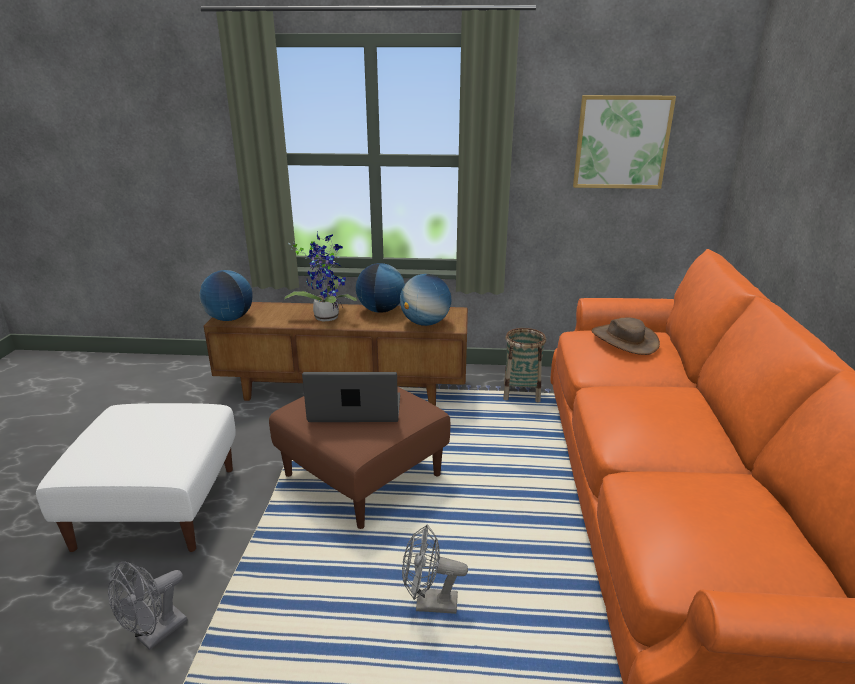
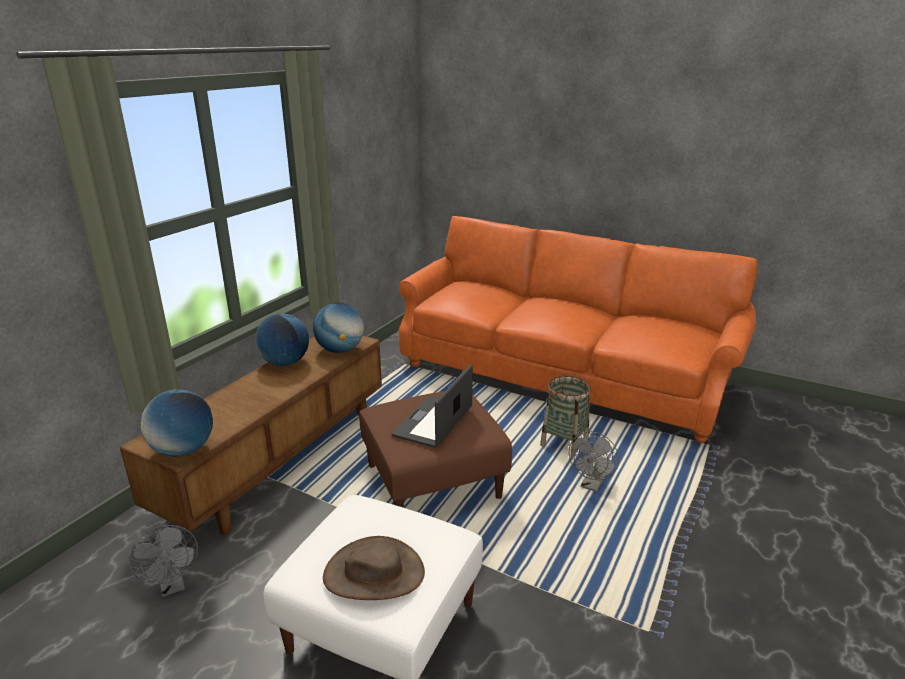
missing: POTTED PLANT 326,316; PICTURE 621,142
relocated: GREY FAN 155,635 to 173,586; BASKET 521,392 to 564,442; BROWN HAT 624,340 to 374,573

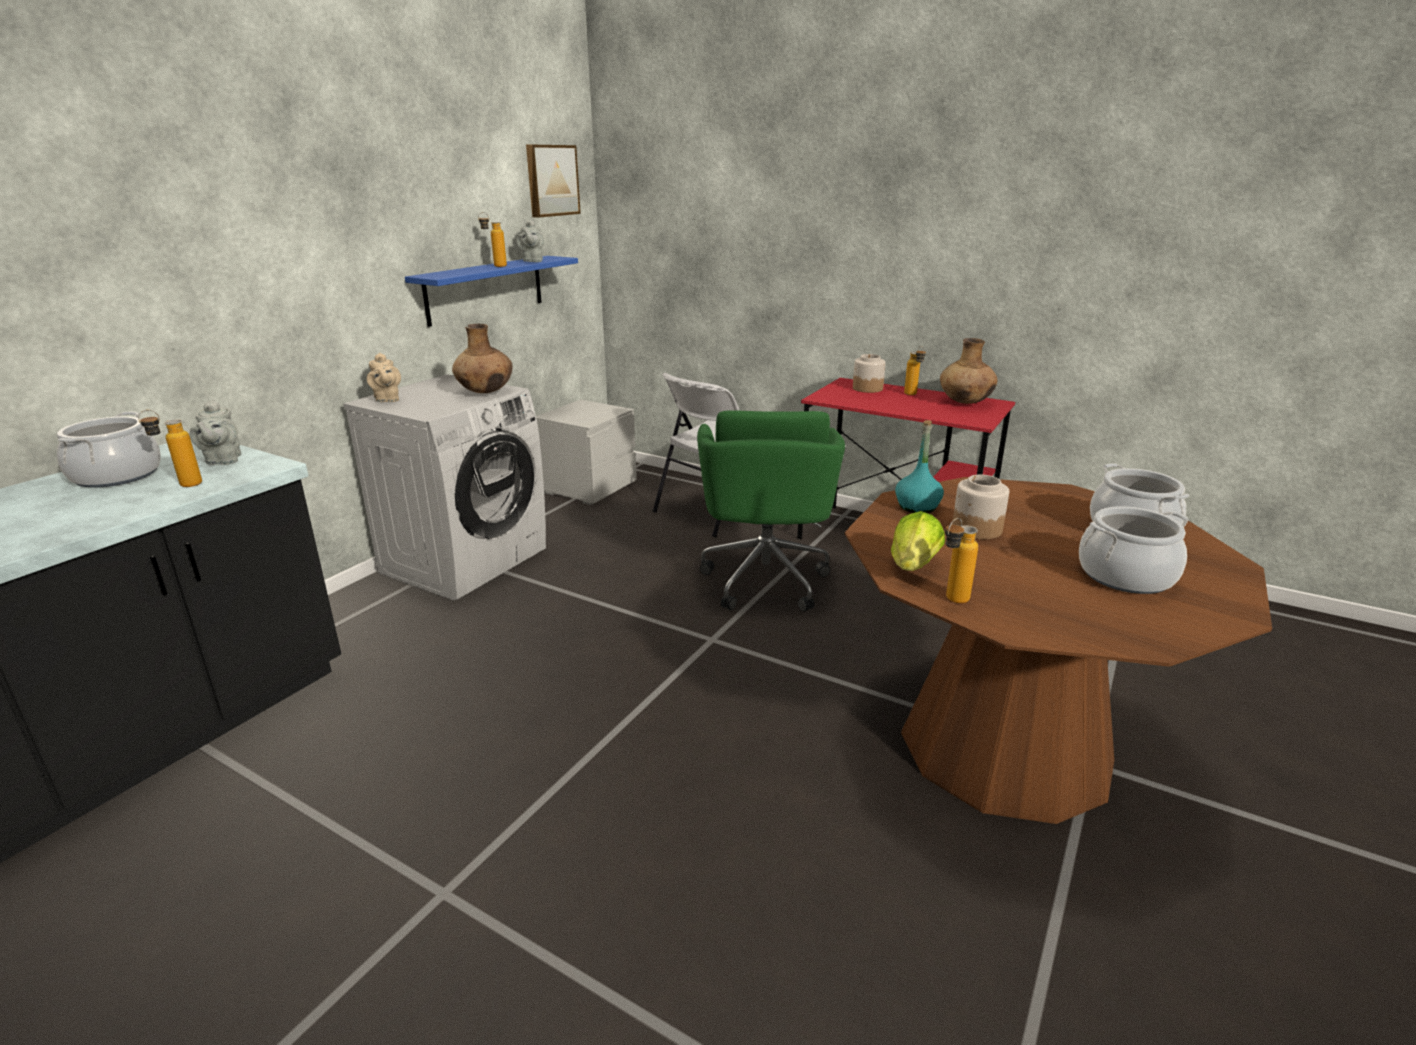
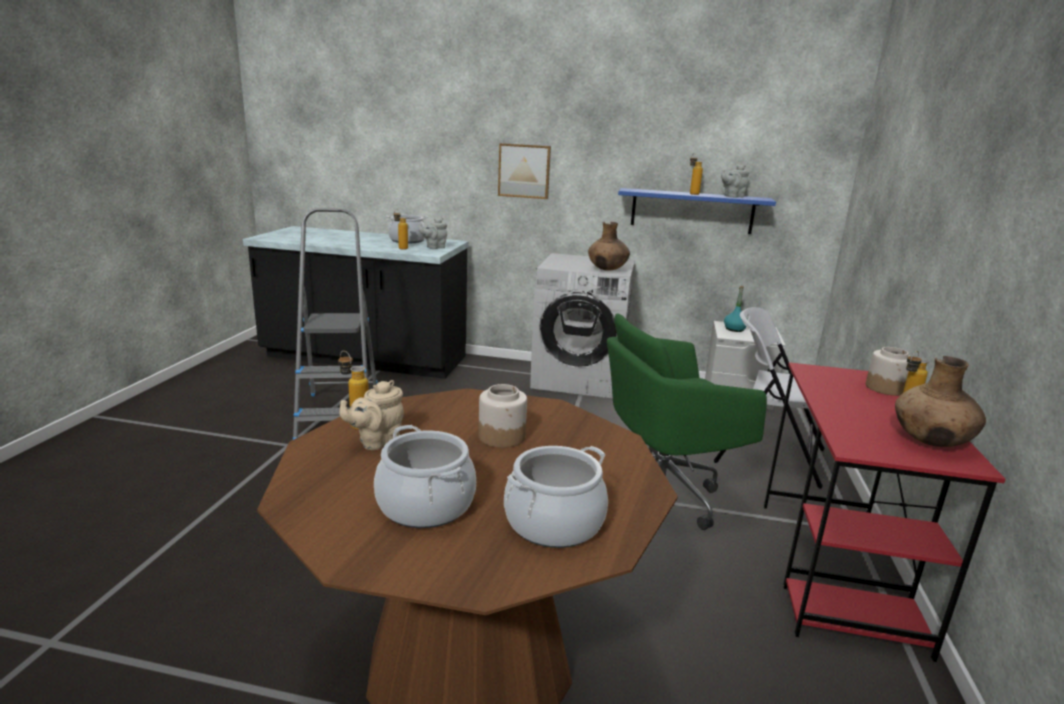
missing: LETTUCE 914,566
appeared: GREY STEP LADDER 339,416
relocated: BEIGE TEAPOT 387,399 to 376,441; PICTURE 551,180 to 524,171; TURQUOISE BOTTLE 917,507 to 734,329

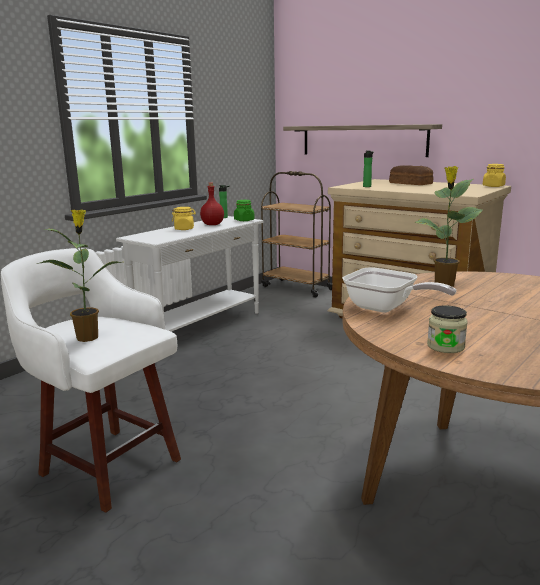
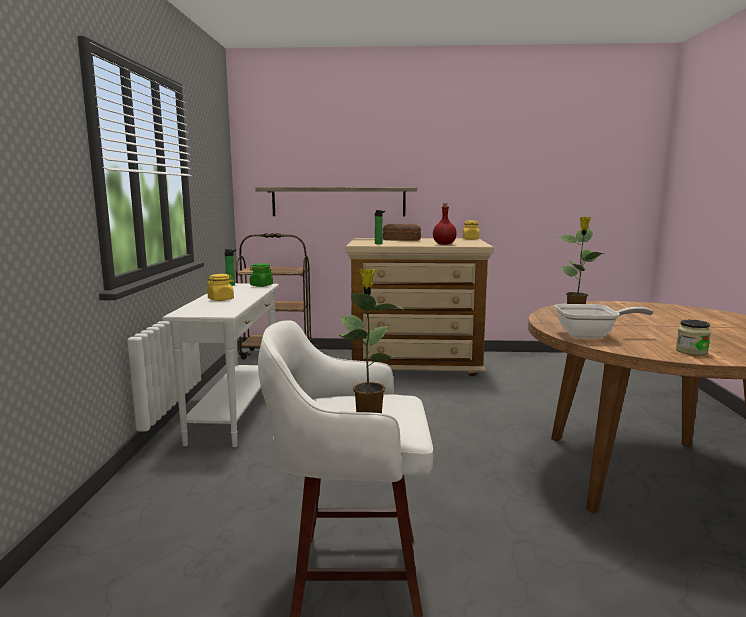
relocated: RED BOTTLE 212,224 to 444,244

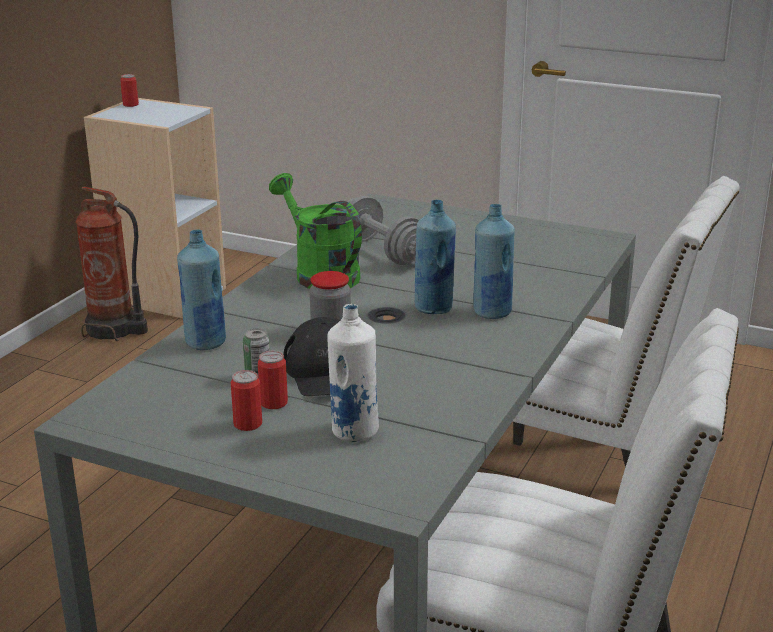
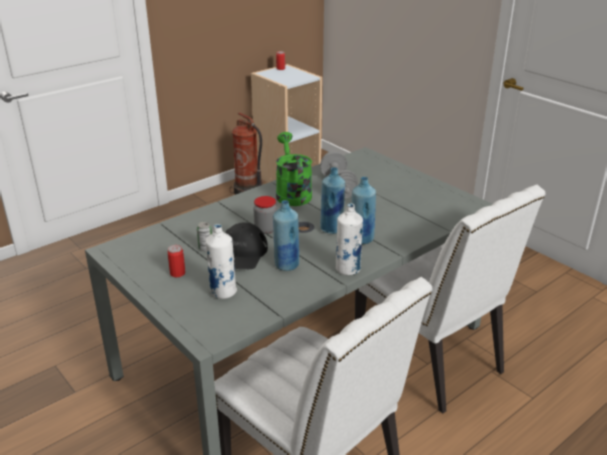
missing: CAN 273,403
appeared: WHITE BOTTLE 348,269
relocated: BLUE BOTTLE 205,343 to 286,265

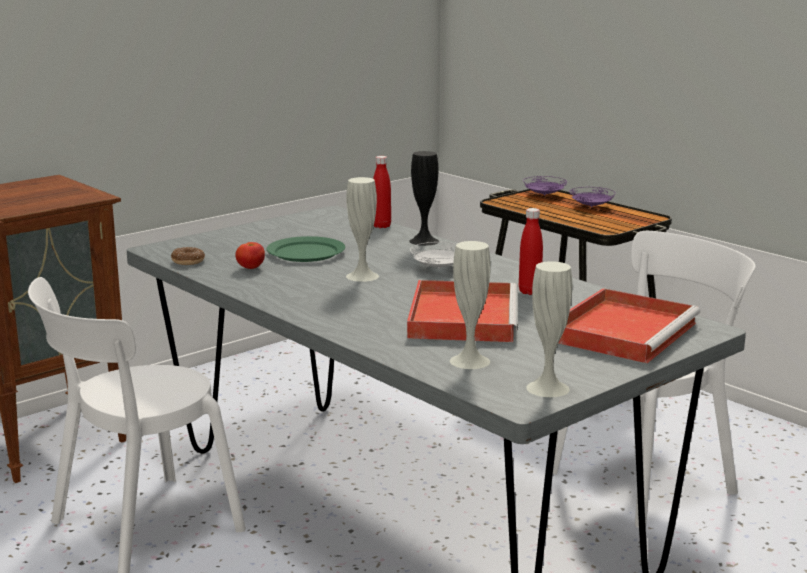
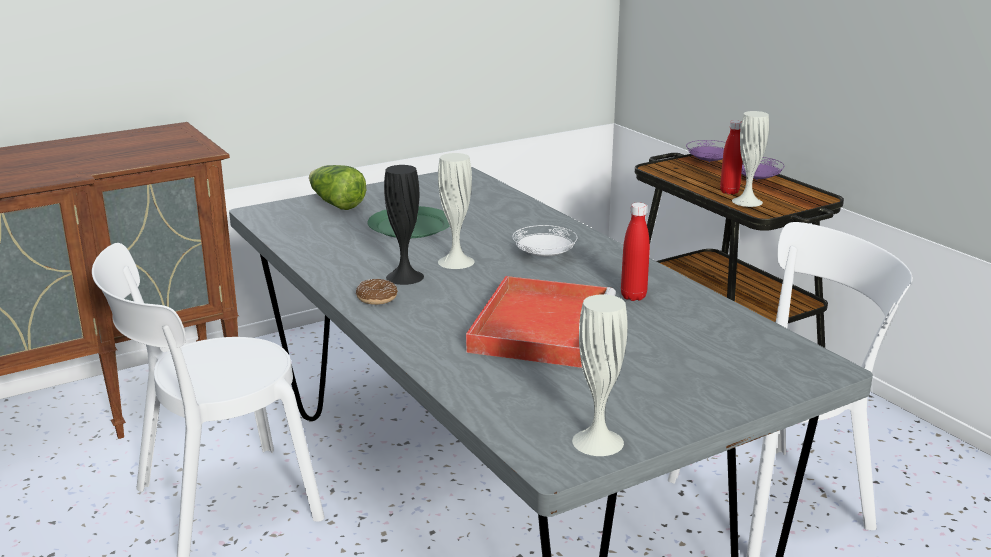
missing: TOMATO 250,268; RED TRAY 623,330
appeared: LETTUCE 336,204
relocated: DONUT 188,261 to 376,298; RED BOTTLE 381,226 to 729,192; BLACK VASE 424,241 to 405,277; WHITE VASE 469,361 to 747,201

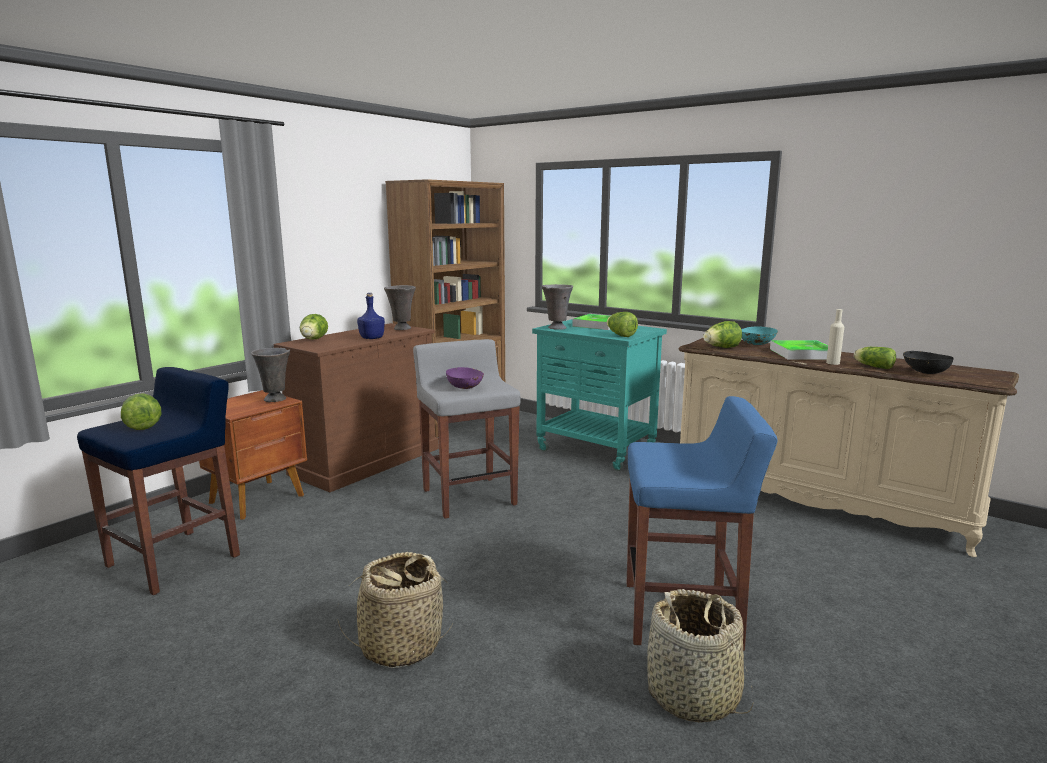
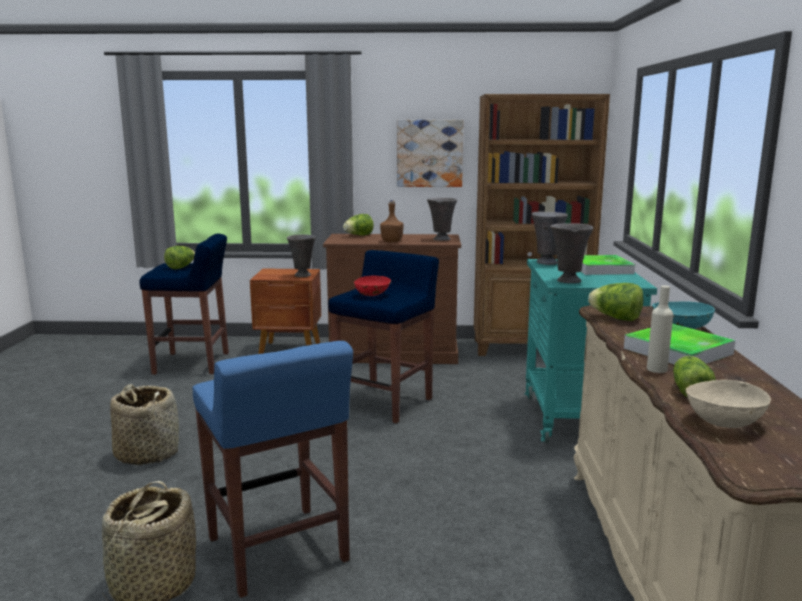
appeared: PICTURE 429,153
exchanged: LETTUCE 620,335 to GREY VASE 567,281
colour: BLUE BOTTLE 372,338 to BROWN BOTTLE 391,241; GREY STOOL 468,496 to BLUE STOOL 385,403; PURPLE BOWL 465,388 to RED BOWL 372,295; BLACK BOWL 924,372 to BEIGE BOWL 723,422

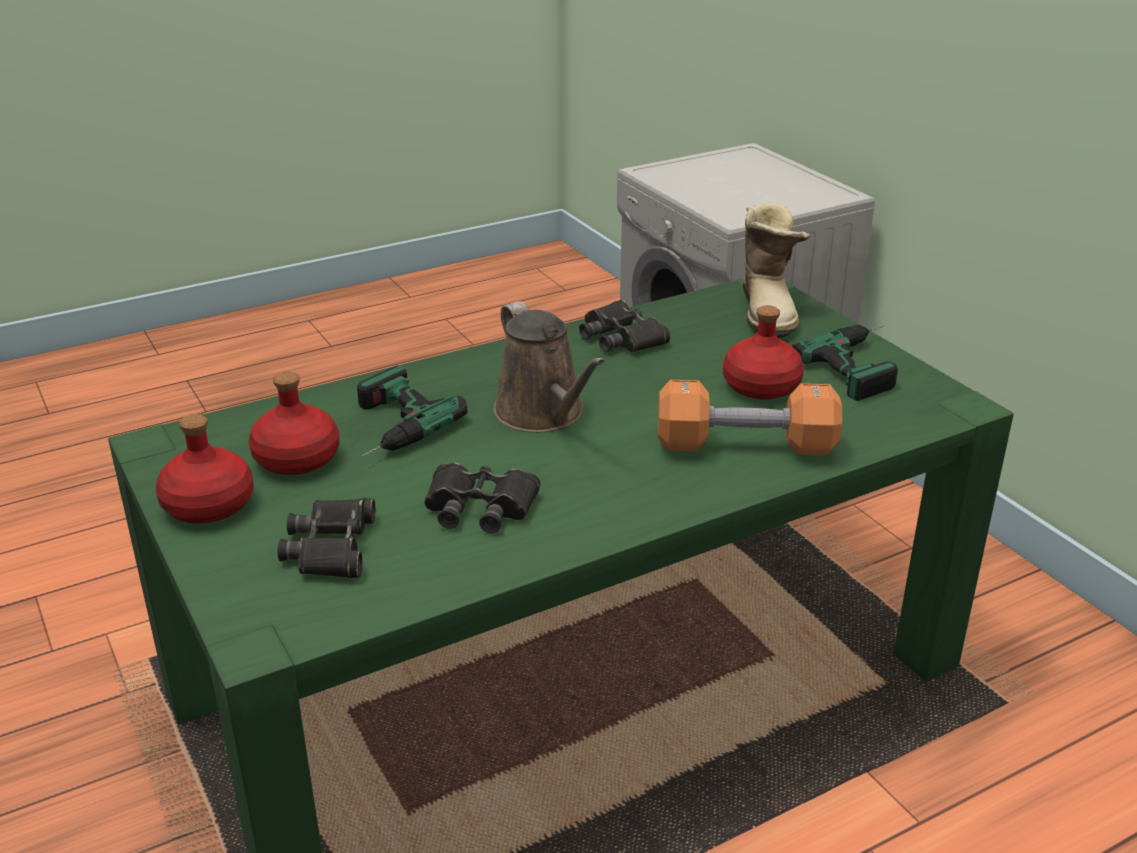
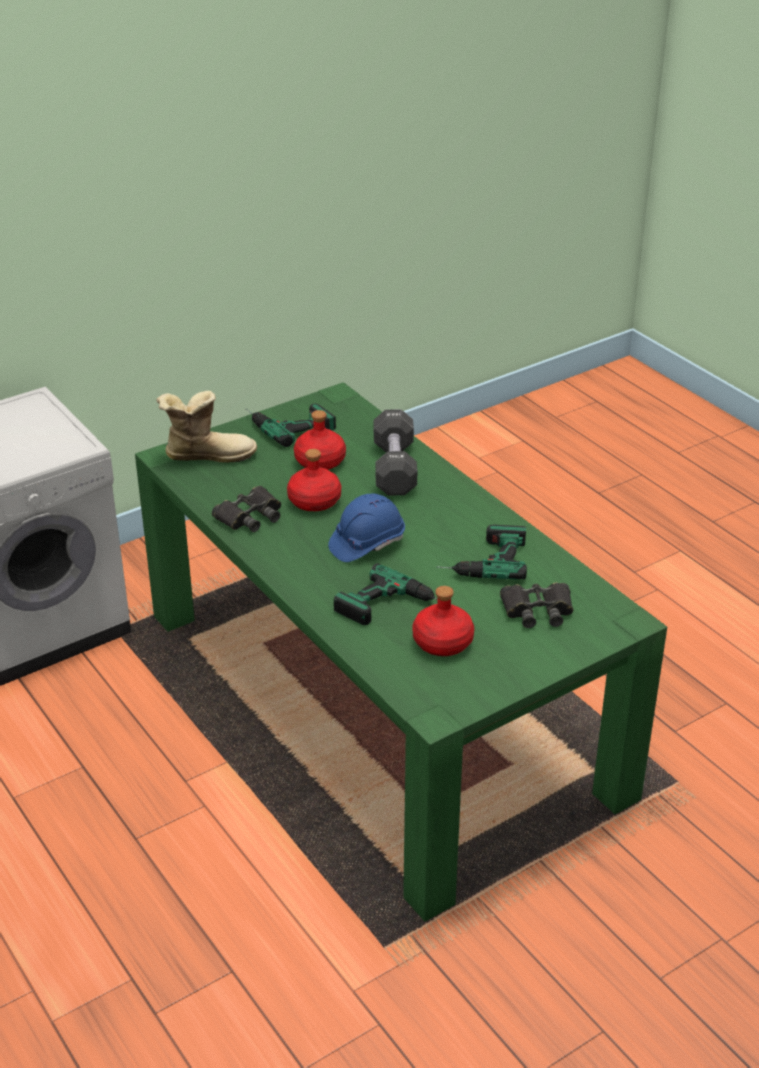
relocated: RED BOTTLE 210,505 to 314,500
exchanged: BLACK BINOCULARS 480,507 to POWER DRILL 481,559; BROWN WATERING CAN 543,414 to BLUE HARD HAT 367,543
colour: ORANGE DUMBBELL 745,445 to BLACK DUMBBELL 394,468

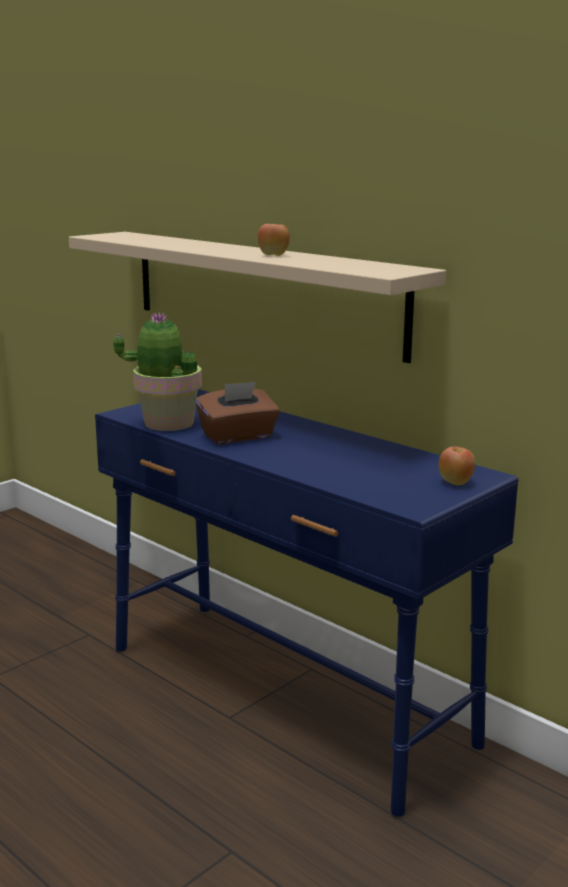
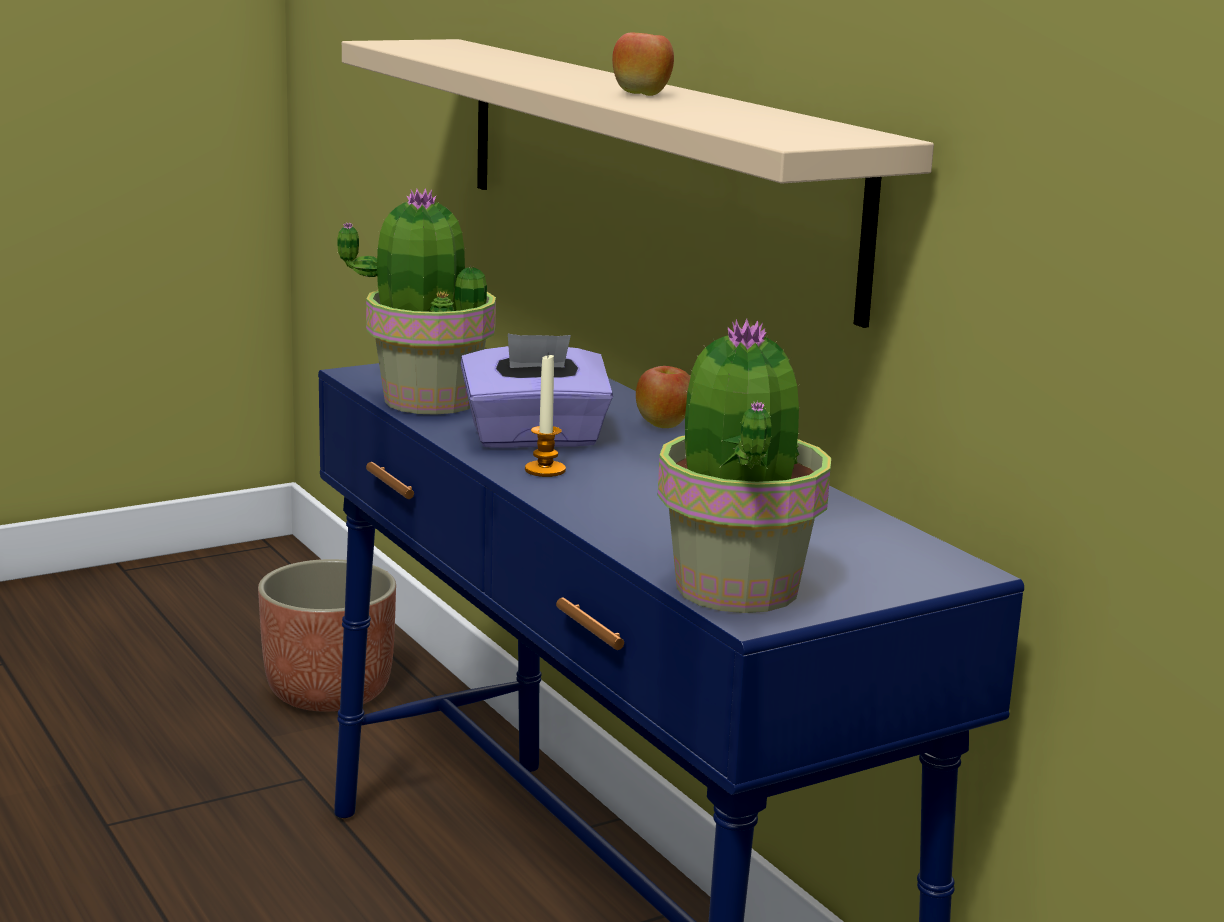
appeared: PLANTER 329,692; CANDLE 545,470; POTTED PLANT 735,590
relocated: APPLE 455,482 to 664,425
colour: BROWN TISSUE BOX 238,436 to PURPLE TISSUE BOX 535,438

